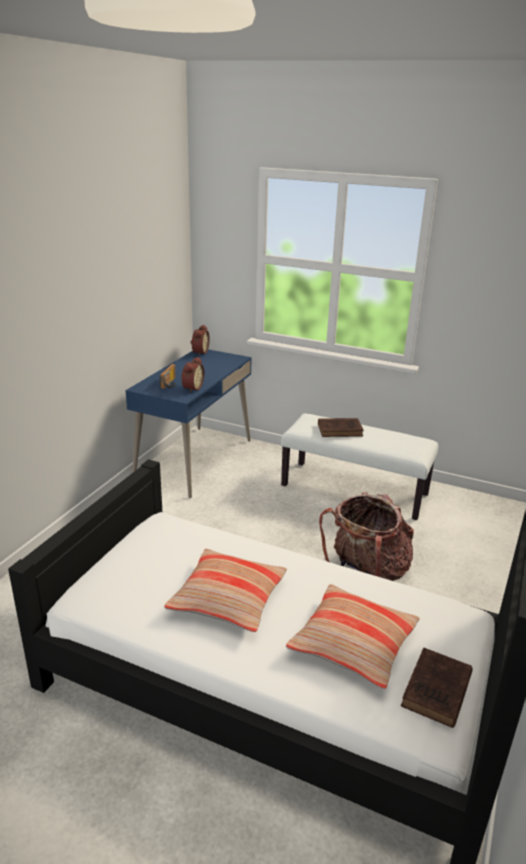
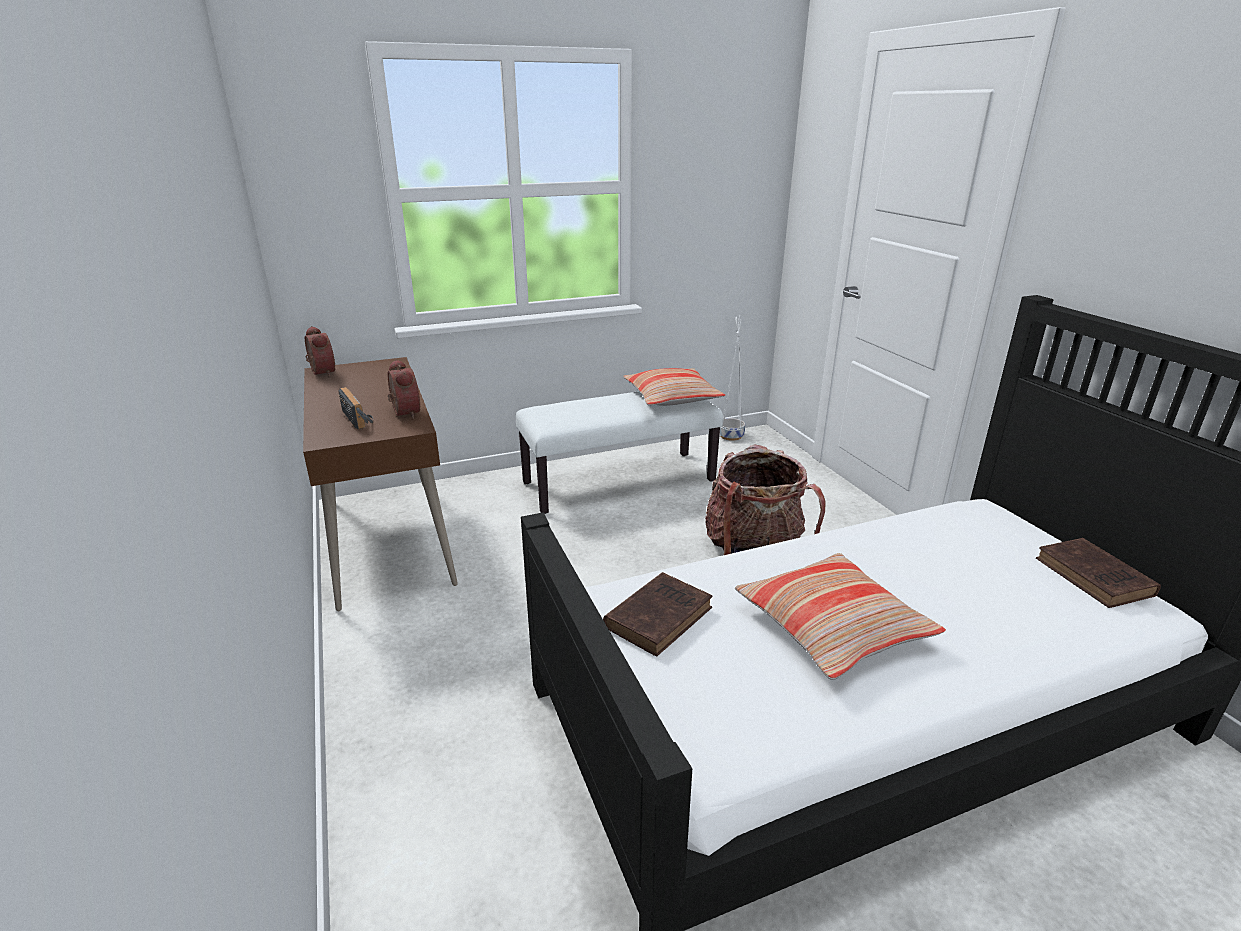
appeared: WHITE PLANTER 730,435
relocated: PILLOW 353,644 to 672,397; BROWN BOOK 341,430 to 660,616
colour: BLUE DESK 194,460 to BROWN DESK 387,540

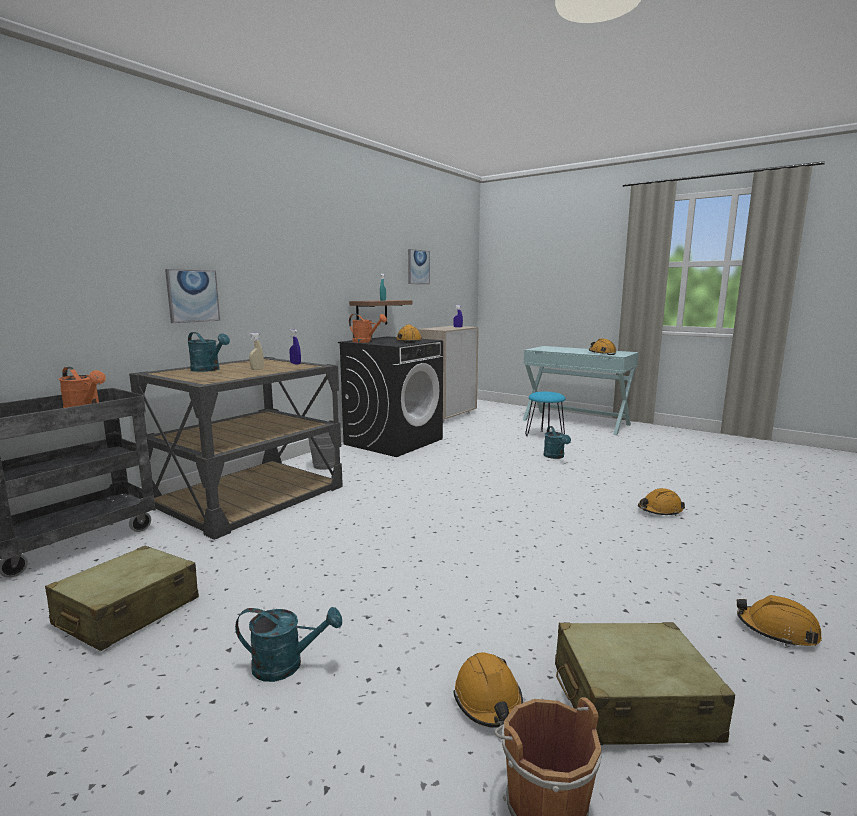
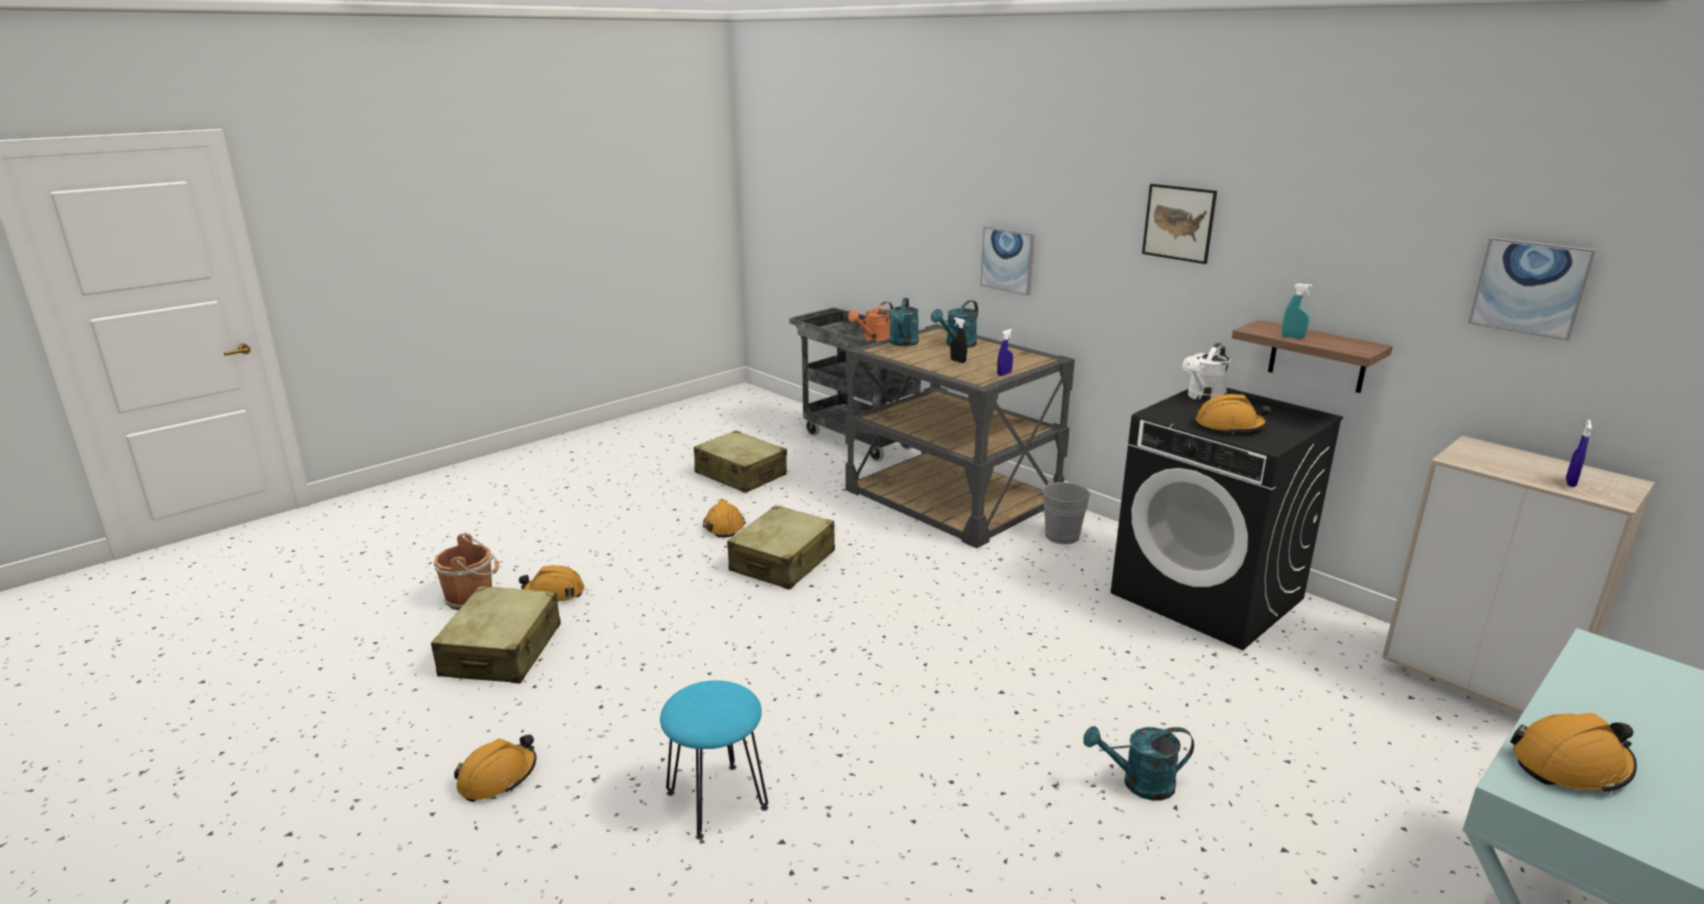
appeared: BEIGE SUITCASE 783,562; PICTURE 1179,223
relocated: TURQUOISE WATERING CAN 286,665 to 903,343; TURQUOISE STOOL 544,436 to 717,800; ORANGE HARD HAT 659,510 to 724,526
colour: BEIGE SPRAY BOTTLE 257,369 to BLACK SPRAY BOTTLE 958,361; ORANGE WATERING CAN 366,342 to WHITE WATERING CAN 1203,398

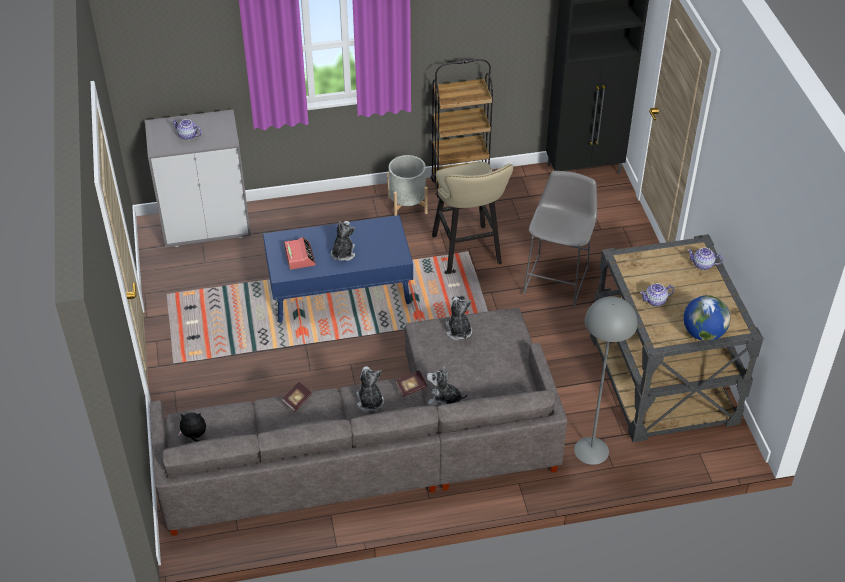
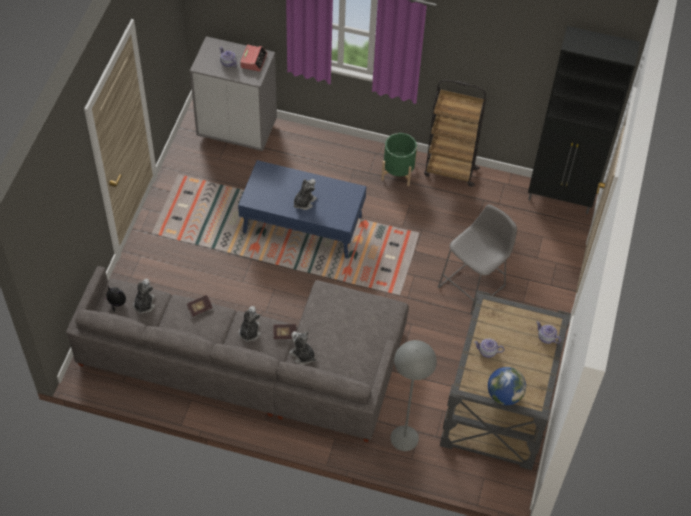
missing: BEIGE STOOL 468,255
relocated: ALARM CLOCK 299,257 to 253,60; PLUSH TOY 458,331 to 144,304
colour: GREY PLANTER 407,205 to GREEN PLANTER 398,172

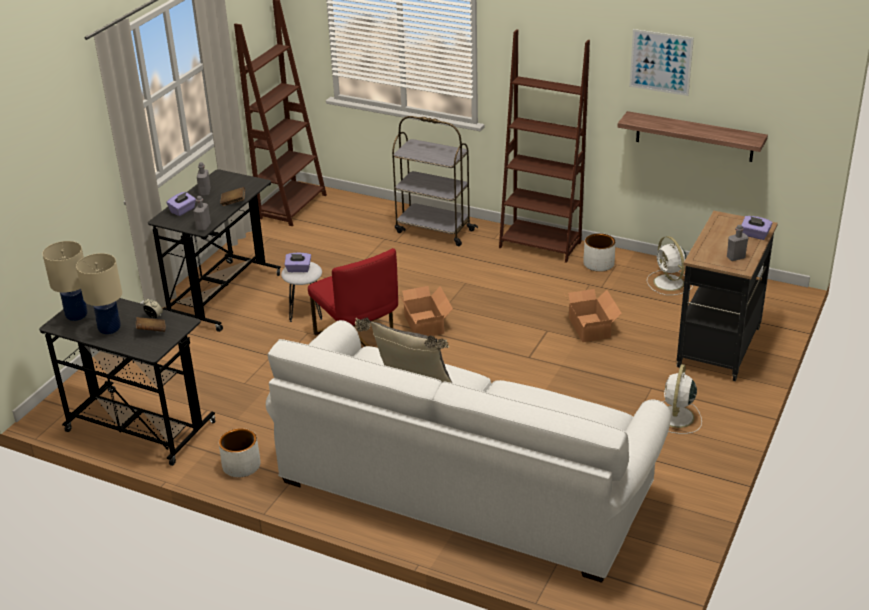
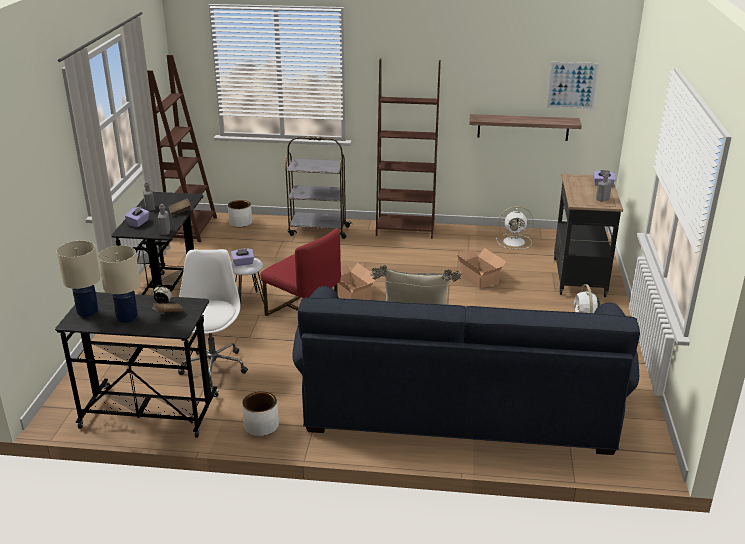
appeared: WHITE OFFICE CHAIR 214,366
relocated: WHITE PLANTER 599,264 to 241,223; PICTURE 661,62 to 572,85
colour: WHITE SOFA 464,484 to BLUE SOFA 458,404
spun: WHITE FAN 669,283 = 515,242 45 degrees counterclockwise

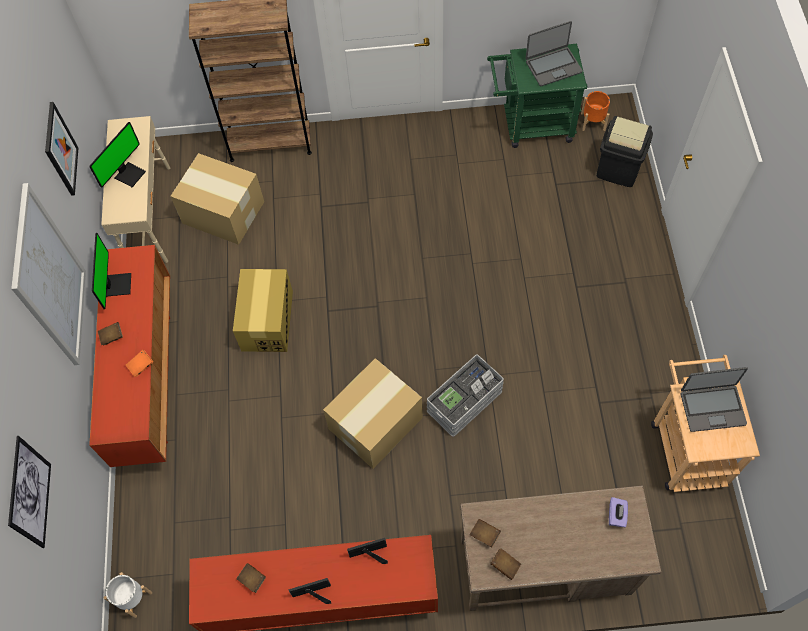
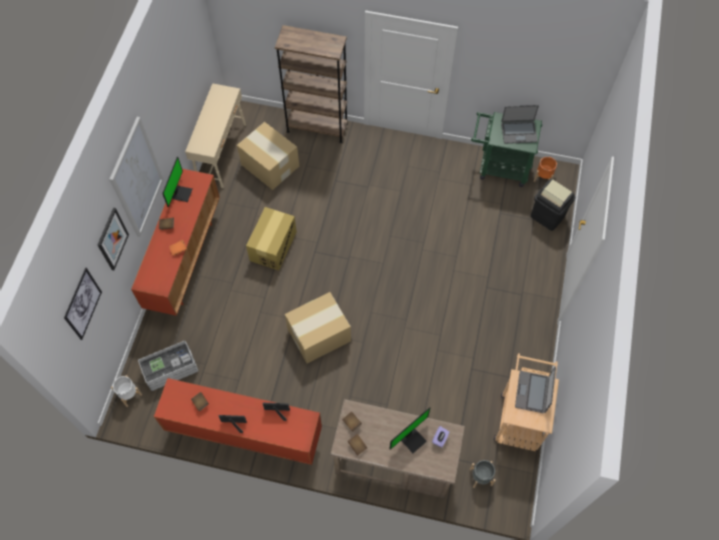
appeared: GREY PLANTER 481,477
relocated: PICTURE 60,149 to 112,239; MONITOR 129,174 to 412,439; GREY STORAGE BOX 464,400 to 170,369
spun: LAPTOP 712,407 = 532,392 90 degrees clockwise

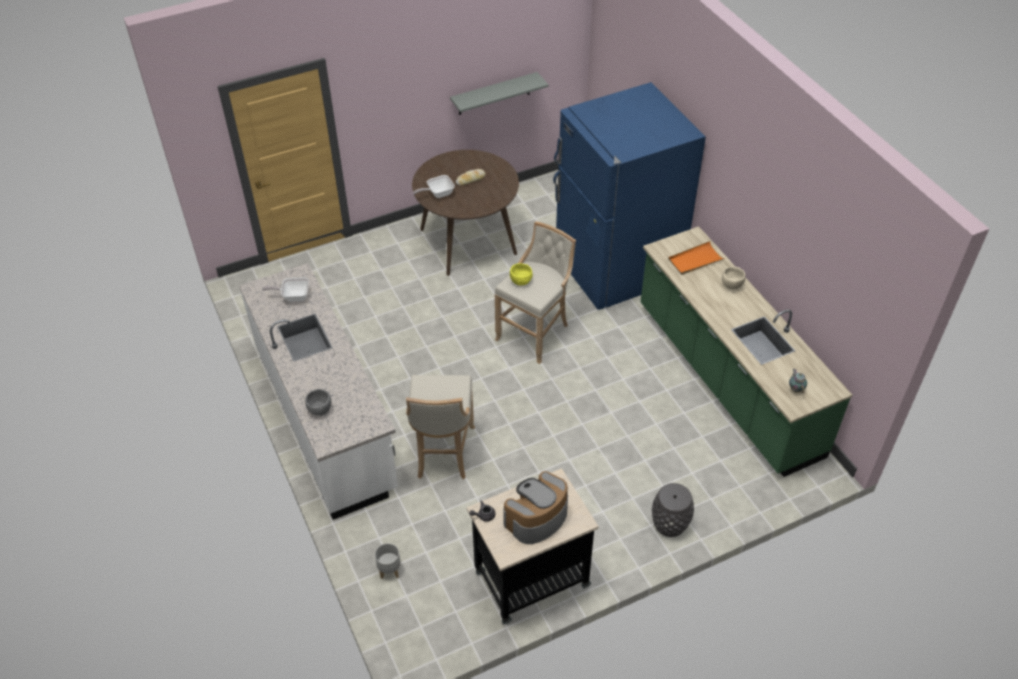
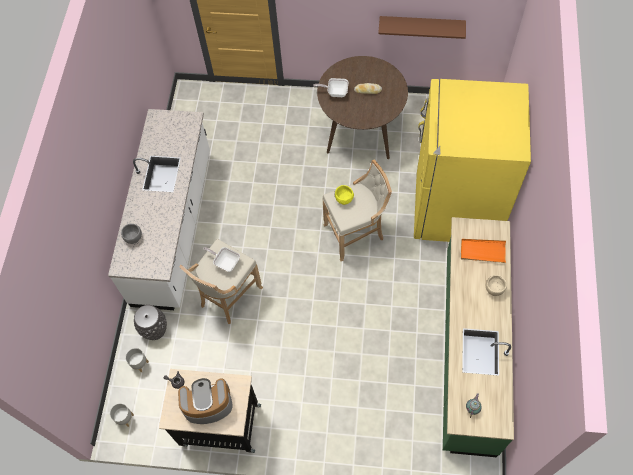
appeared: GREY PLANTER 125,418
relocated: FRYING PAN 293,296 to 225,262; GREY STOOL 669,524 to 154,329
colour: GREY SHELF 494,94 to BROWN SHELF 421,25; BLUE FRIDGE 617,268 to YELLOW FRIDGE 455,209

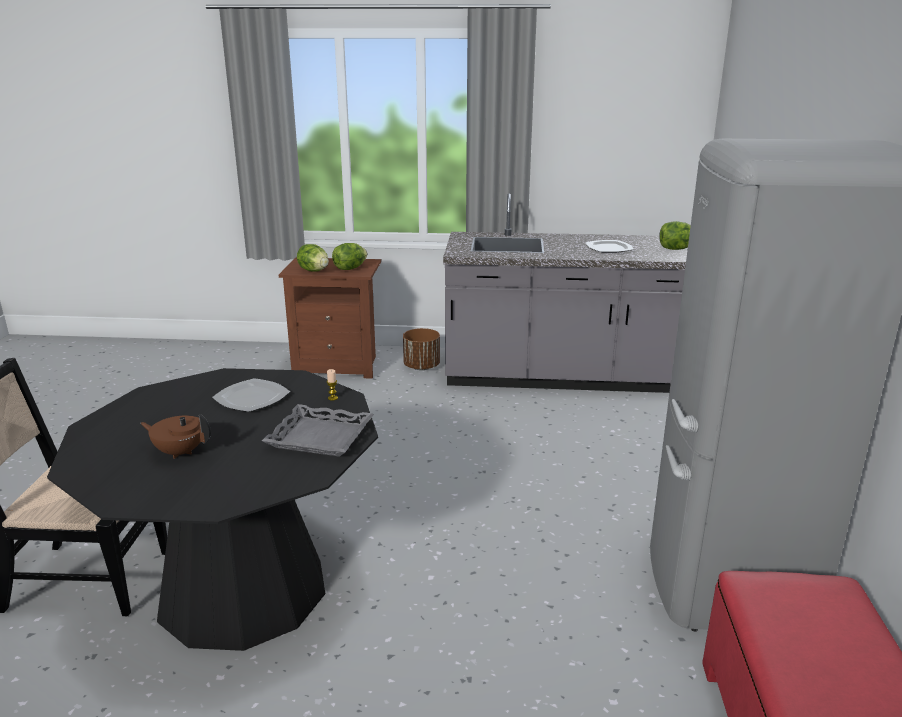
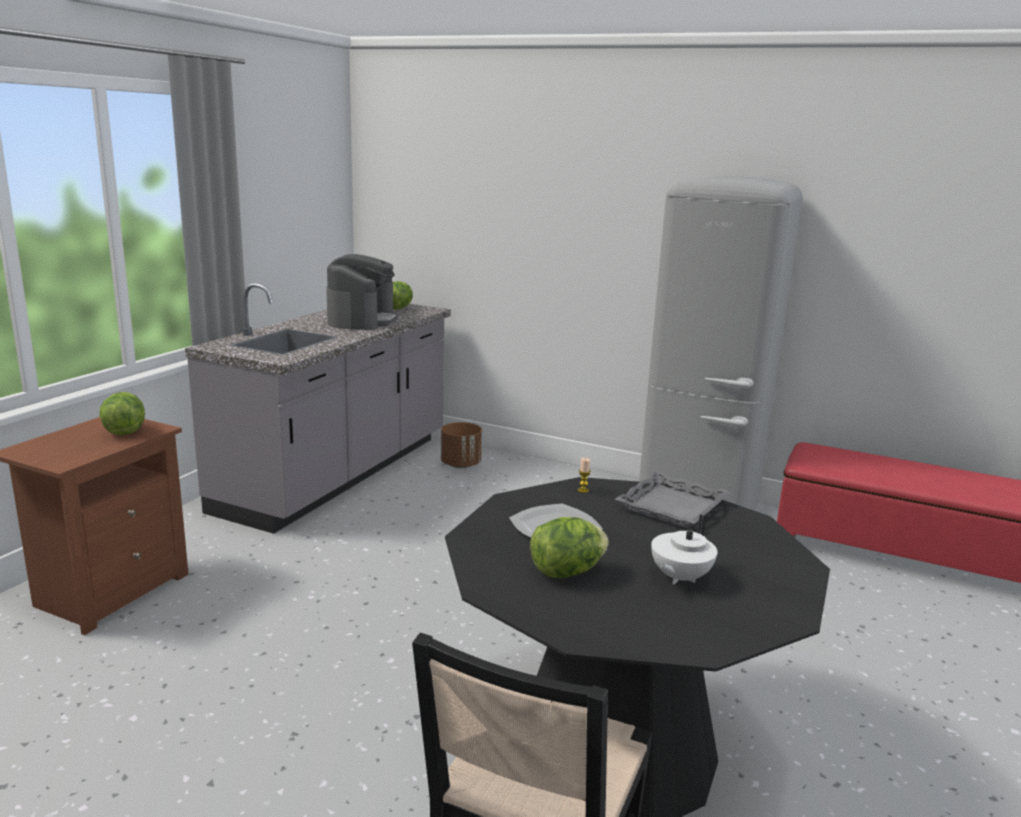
relocated: LETTUCE 314,271 to 566,572; BROWN PLANTER 422,367 to 461,464
exchanged: PLATE 609,248 to COFFEE MACHINE 362,320
colour: BROWN TEAPOT 180,452 to WHITE TEAPOT 679,577

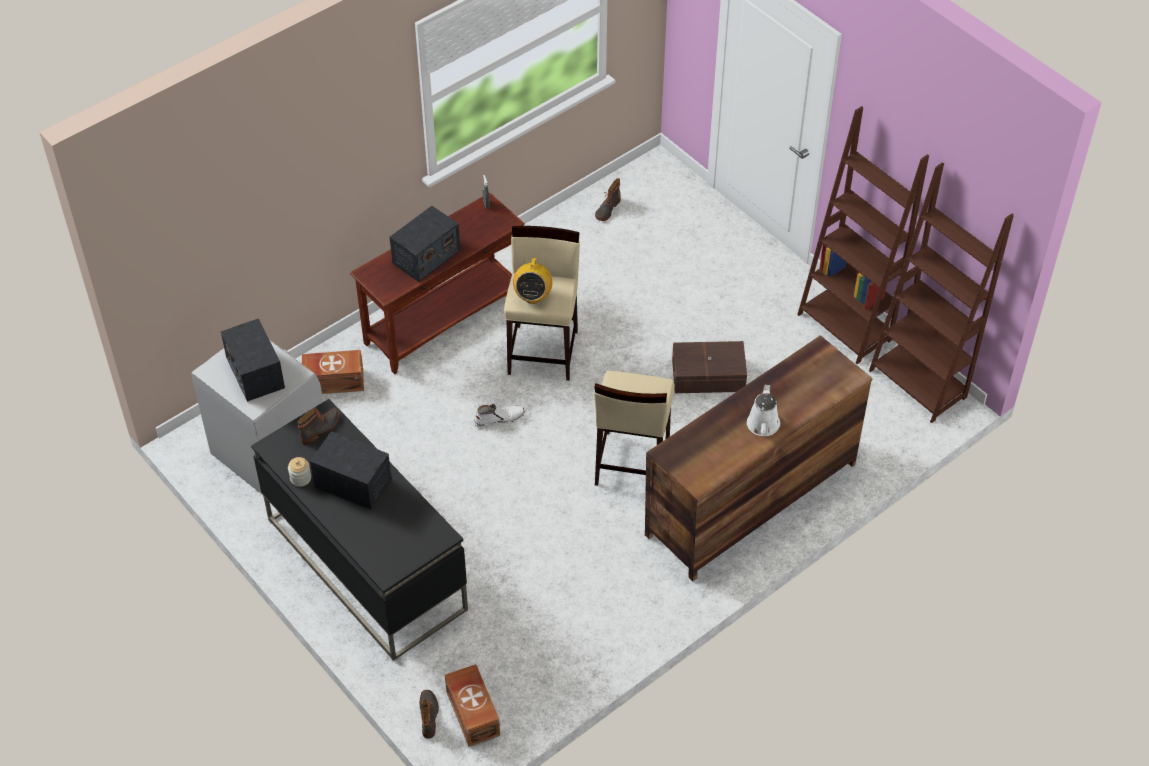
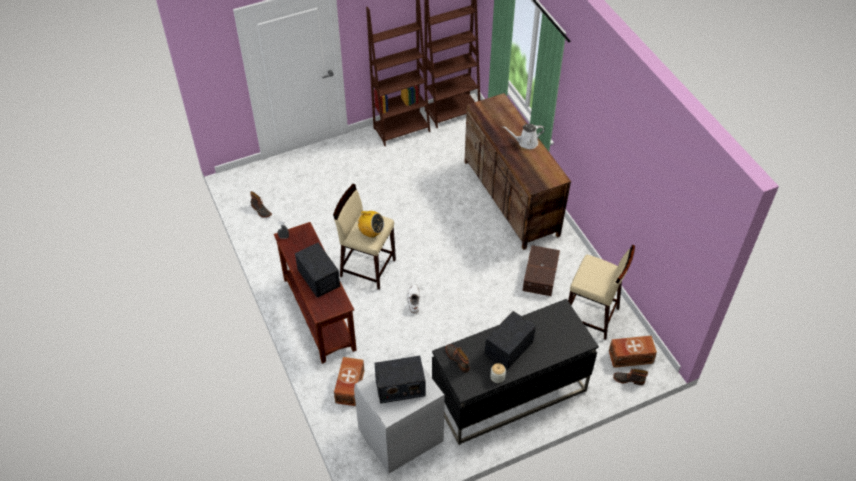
relocated: BEIGE STOOL 631,463 to 591,316; BROWN STORAGE BOX 709,376 to 541,275
spun: WHITE WATERING CAN 763,426 = 526,142 150 degrees clockwise

